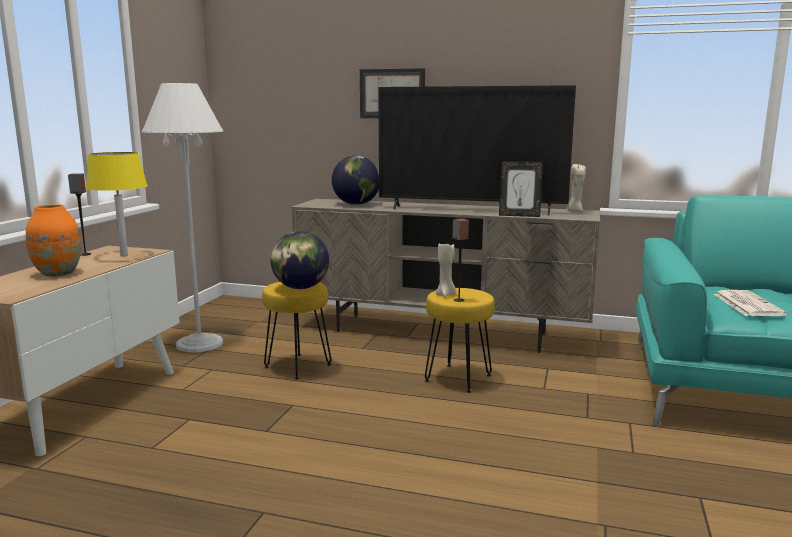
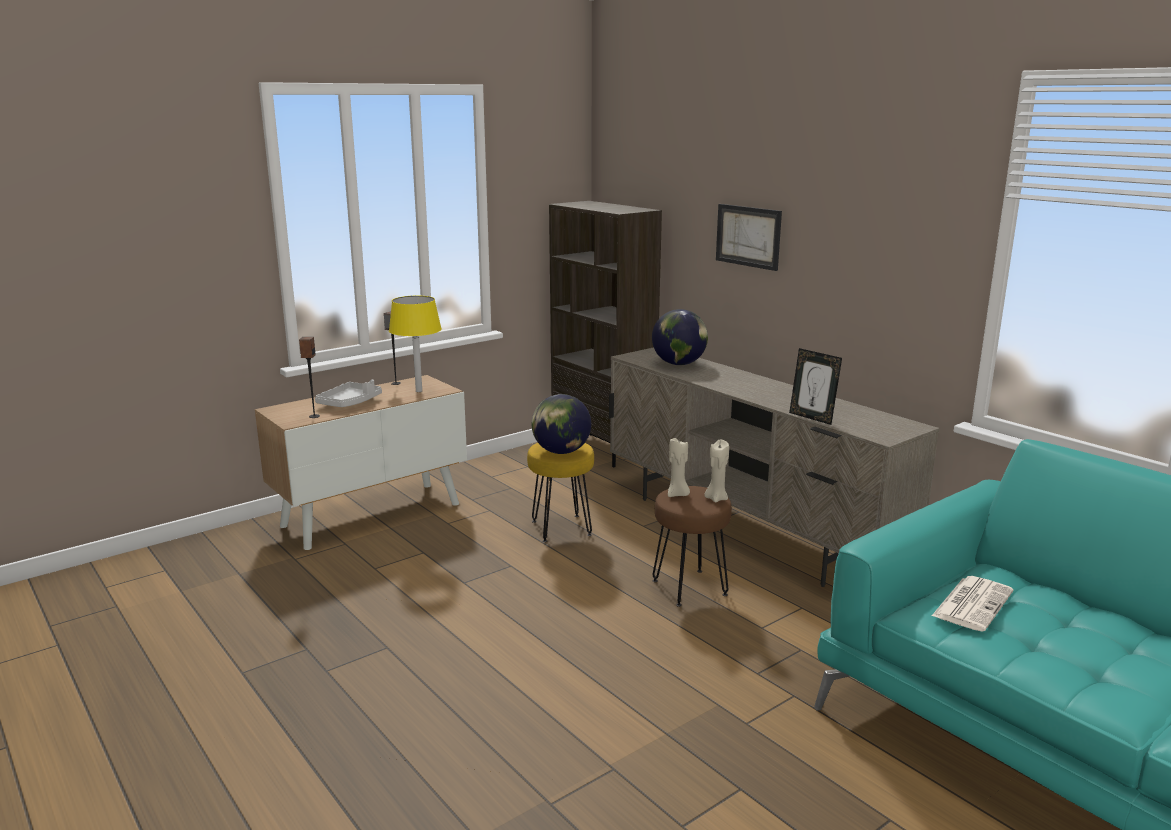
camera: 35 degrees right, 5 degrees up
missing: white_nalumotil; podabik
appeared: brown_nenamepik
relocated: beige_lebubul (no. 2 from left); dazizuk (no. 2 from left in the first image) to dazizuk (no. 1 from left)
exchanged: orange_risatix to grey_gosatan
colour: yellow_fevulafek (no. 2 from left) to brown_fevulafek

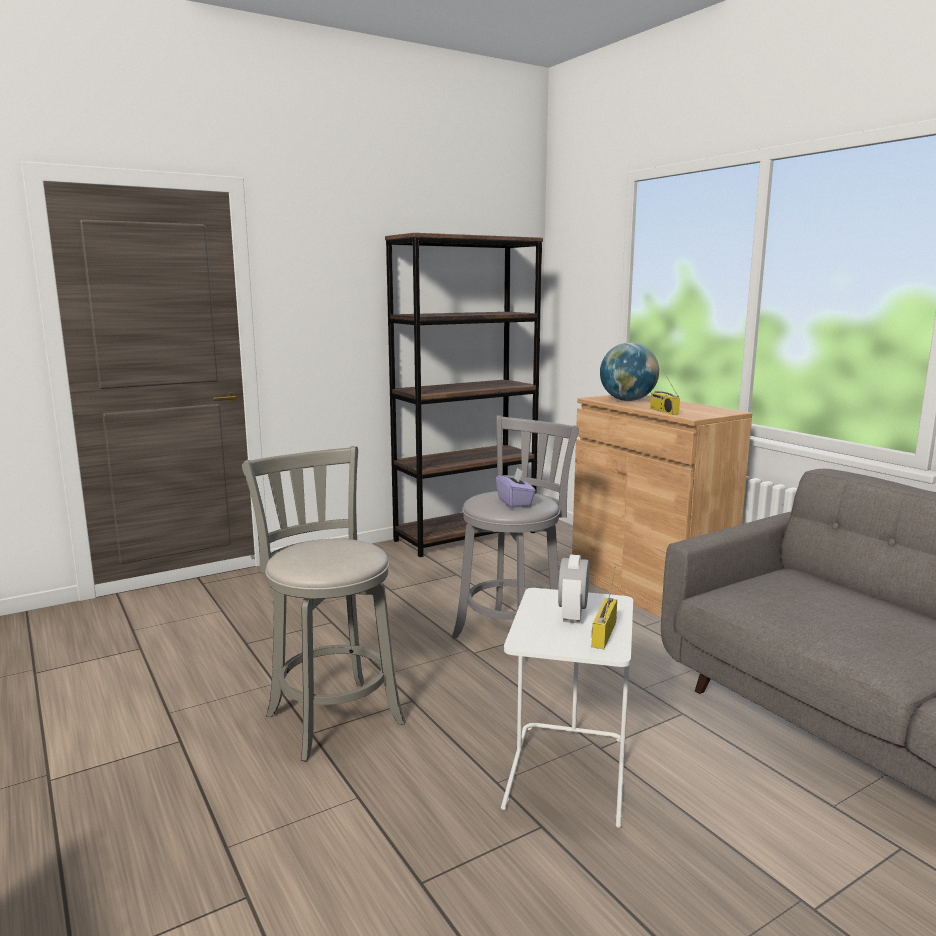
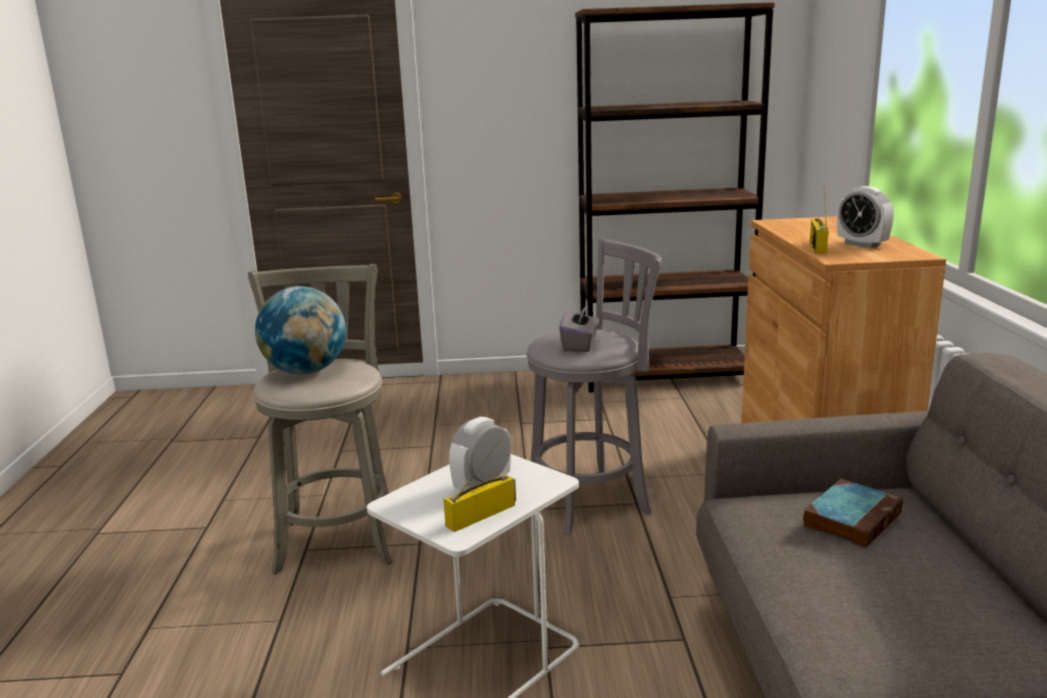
camera: 30 degrees right, 5 degrees up
appeared: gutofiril (no. 2 from left); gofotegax
relocated: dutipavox
colour: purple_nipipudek to grey_nipipudek

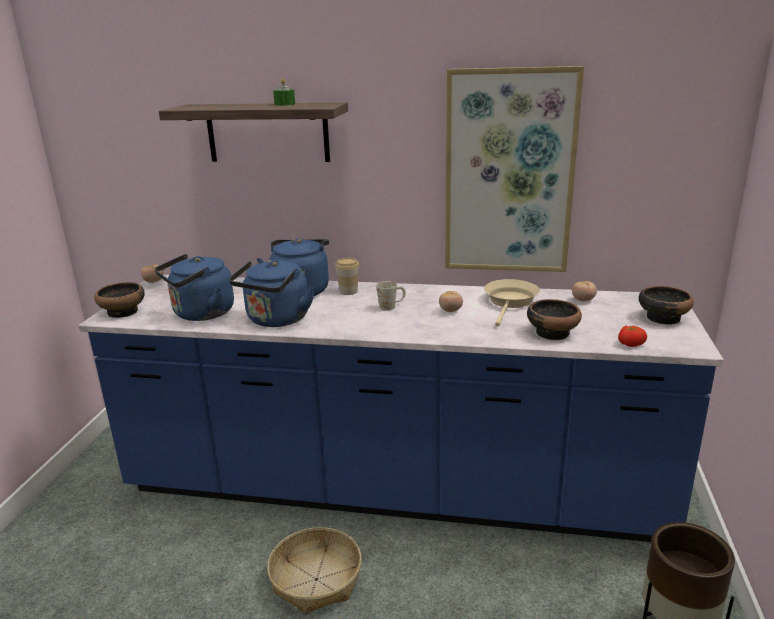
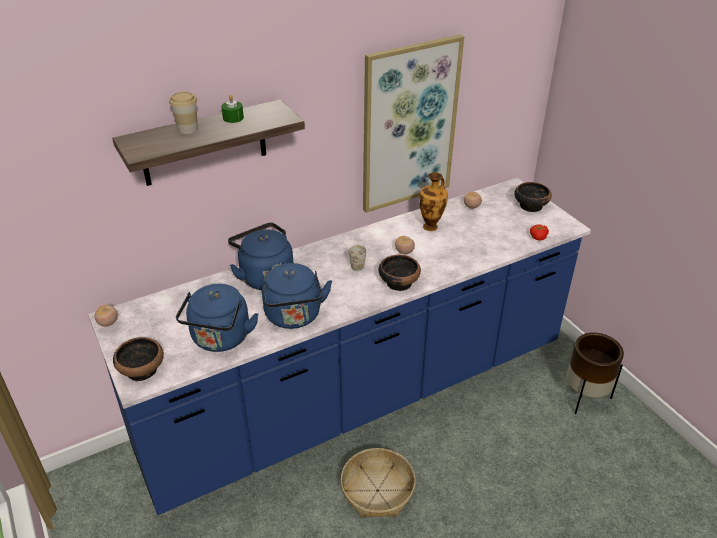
camera: 40 degrees left, 15 degrees up
relocated: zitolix; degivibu (no. 2 from left)
exchanged: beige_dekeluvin to risatix

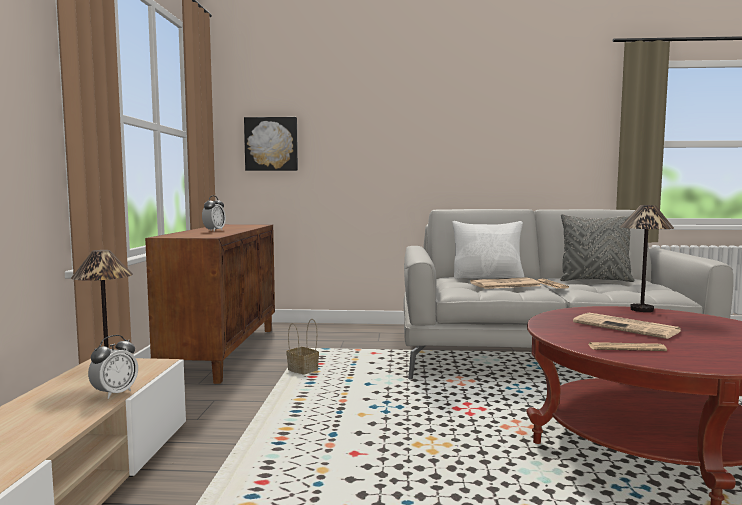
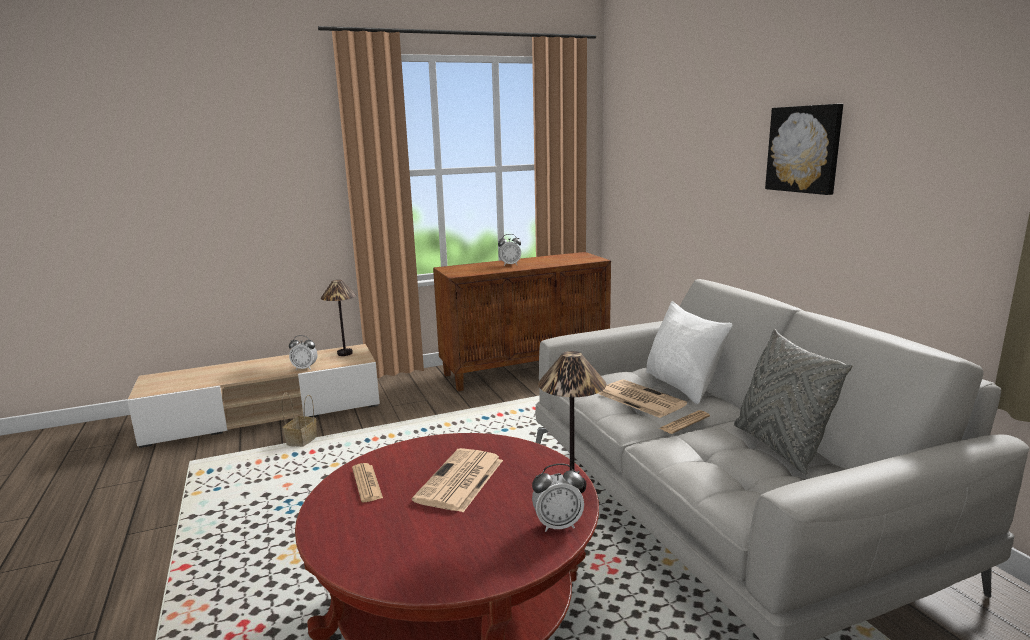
camera: 65 degrees right, 10 degrees up
appeared: gutofiril (no. 3 from left)
relocated: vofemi; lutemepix

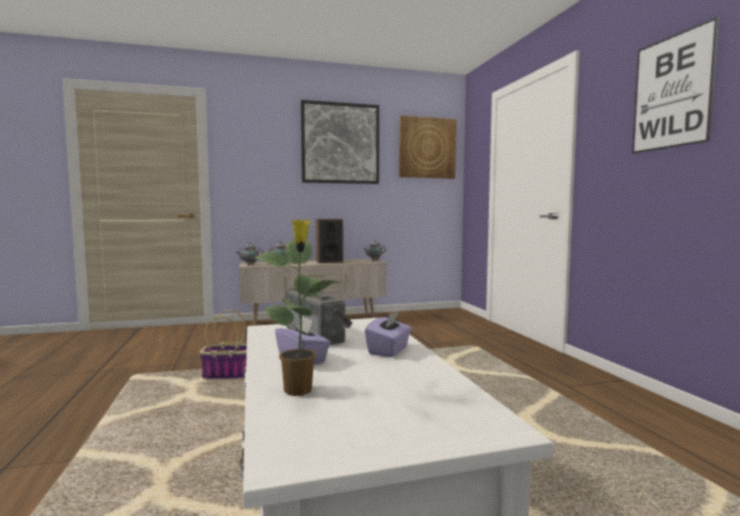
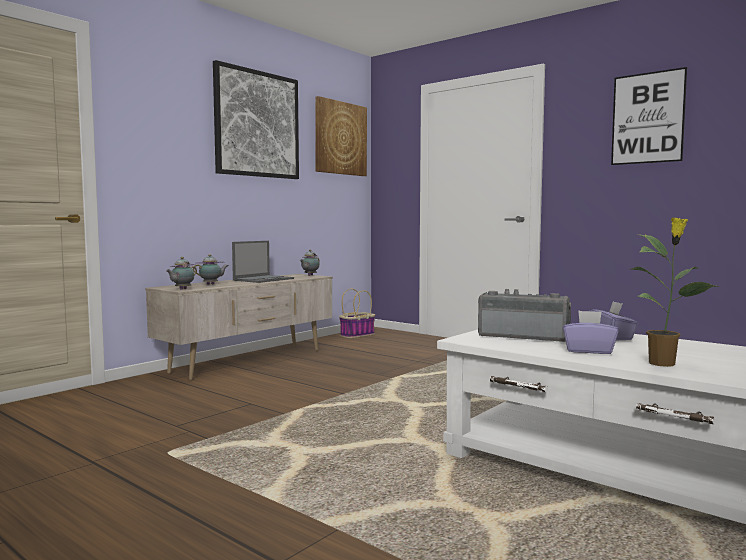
camera: 35 degrees left, 0 degrees up
relocated: lutemepix
exchanged: dazizuk to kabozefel

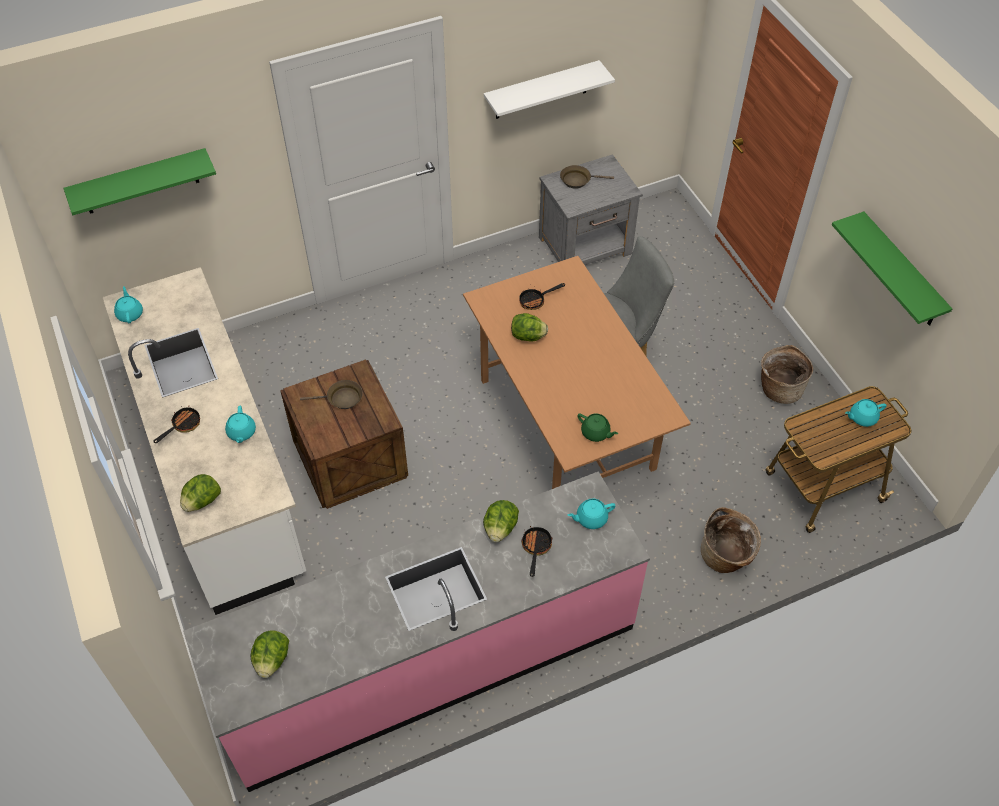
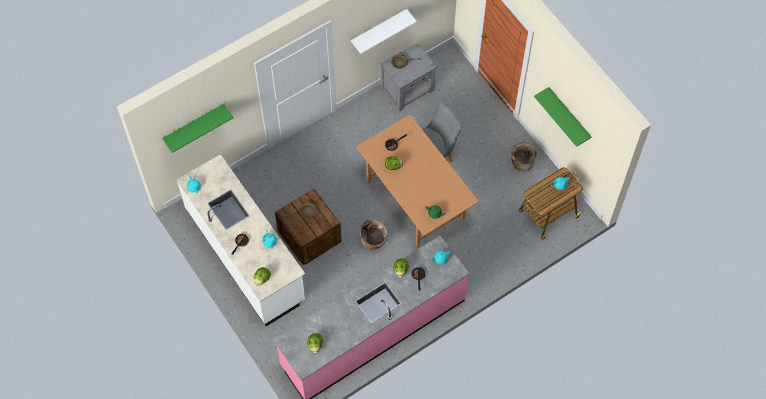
camera: 10 degrees left, 10 degrees up
relocated: lutemepix (no. 1 from left)

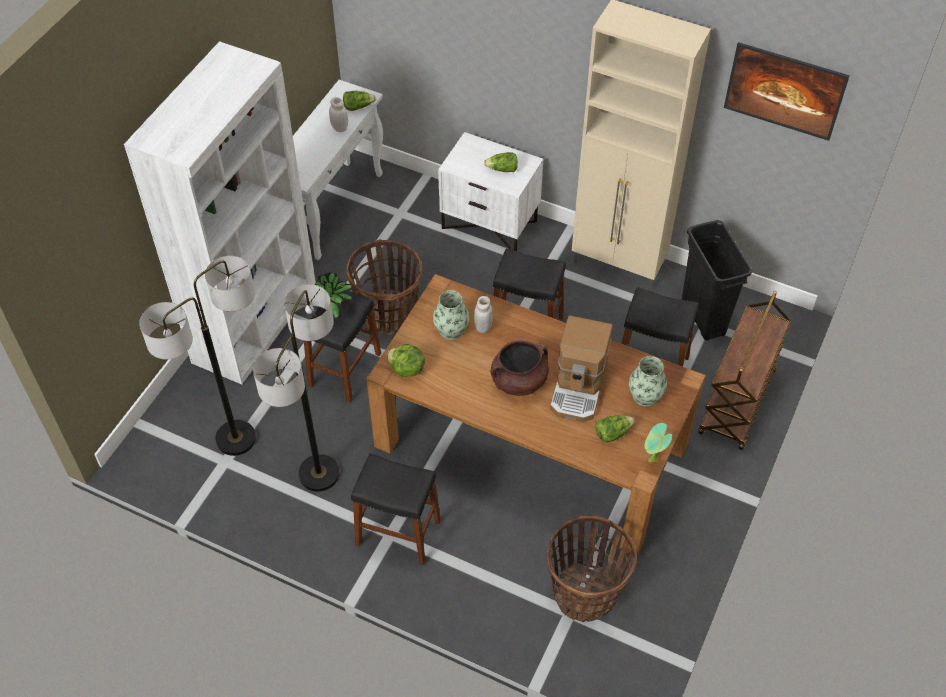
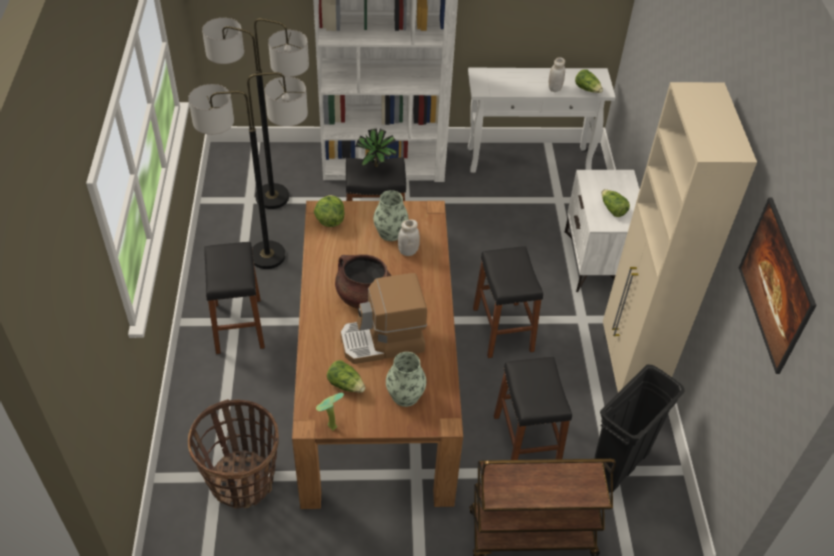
camera: 60 degrees right, 5 degrees down
missing: lutemepix (no. 1 from left)

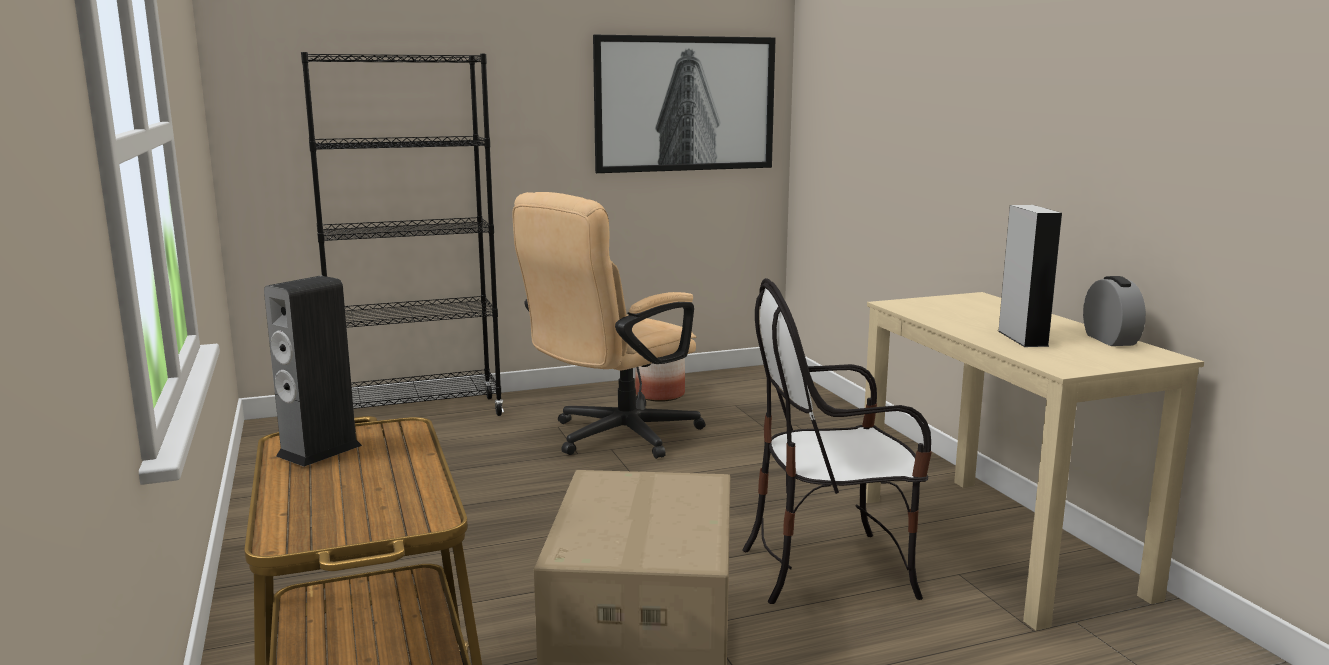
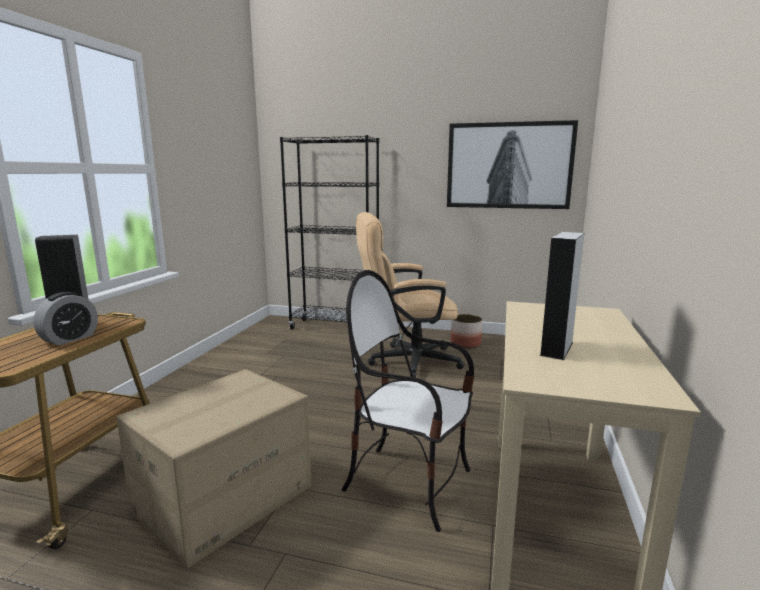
camera: 35 degrees right, 0 degrees up
relocated: gutofiril

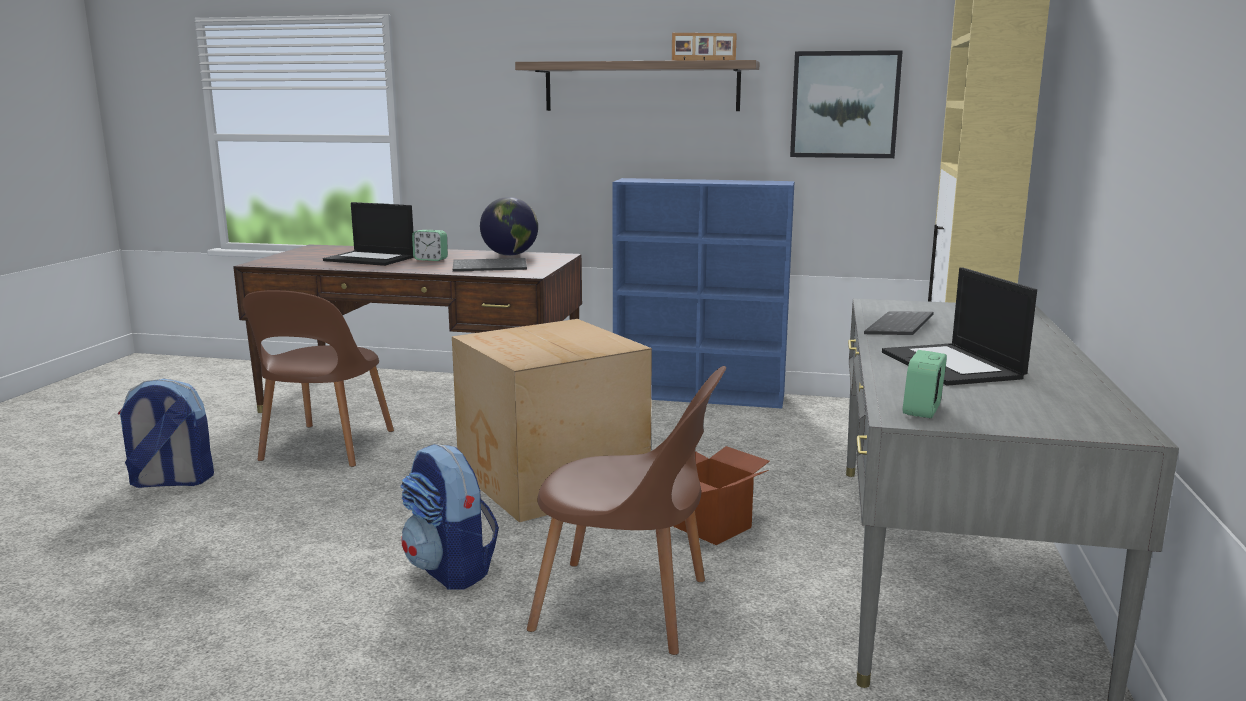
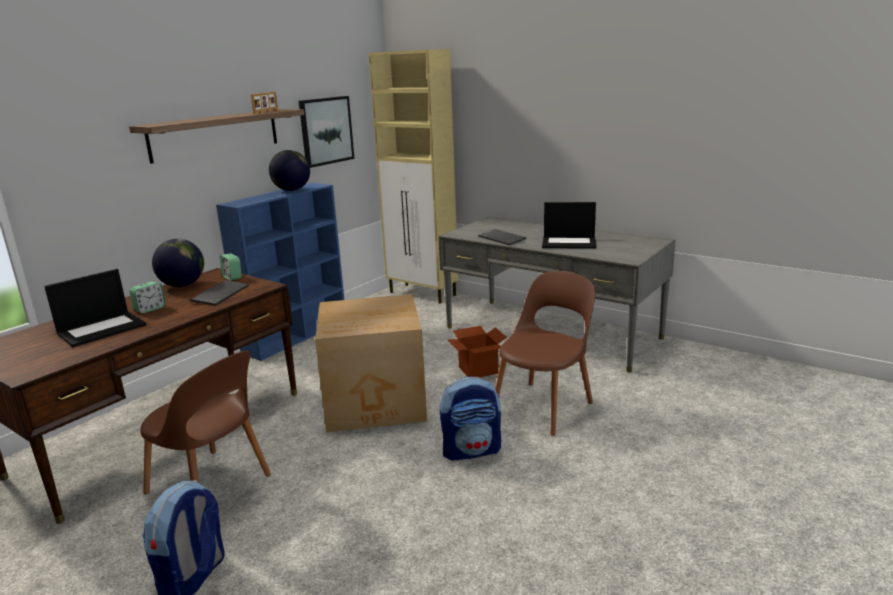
camera: 65 degrees left, 5 degrees up
appeared: dutipavox (no. 2 from left)
relocated: gutofiril (no. 2 from left)

